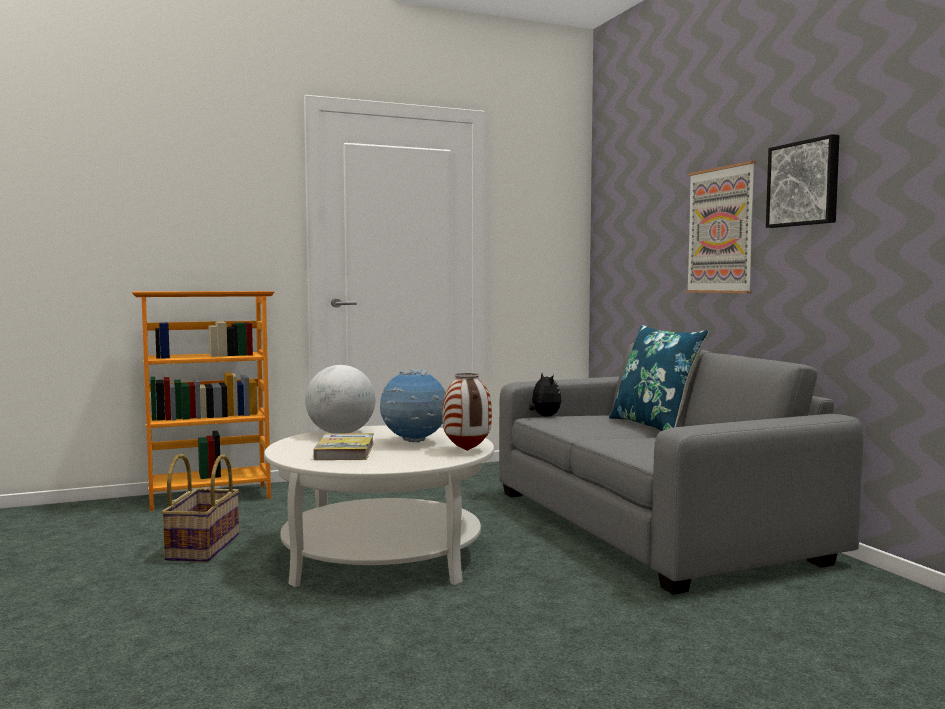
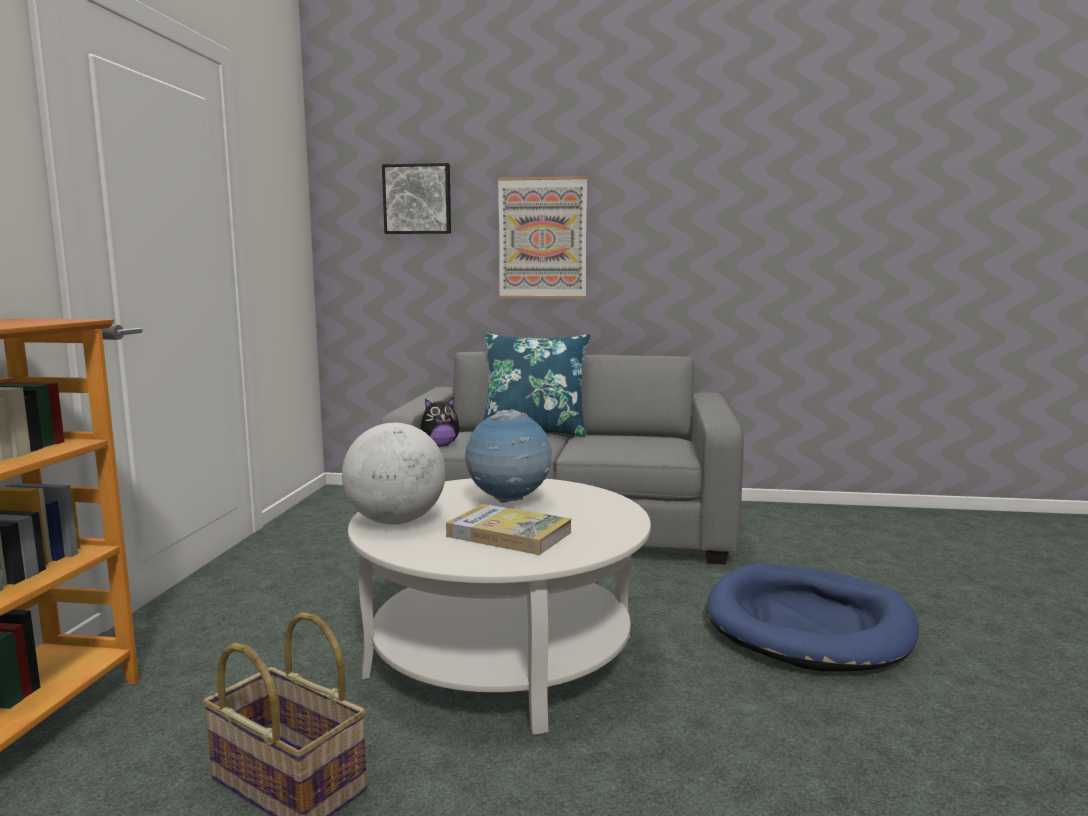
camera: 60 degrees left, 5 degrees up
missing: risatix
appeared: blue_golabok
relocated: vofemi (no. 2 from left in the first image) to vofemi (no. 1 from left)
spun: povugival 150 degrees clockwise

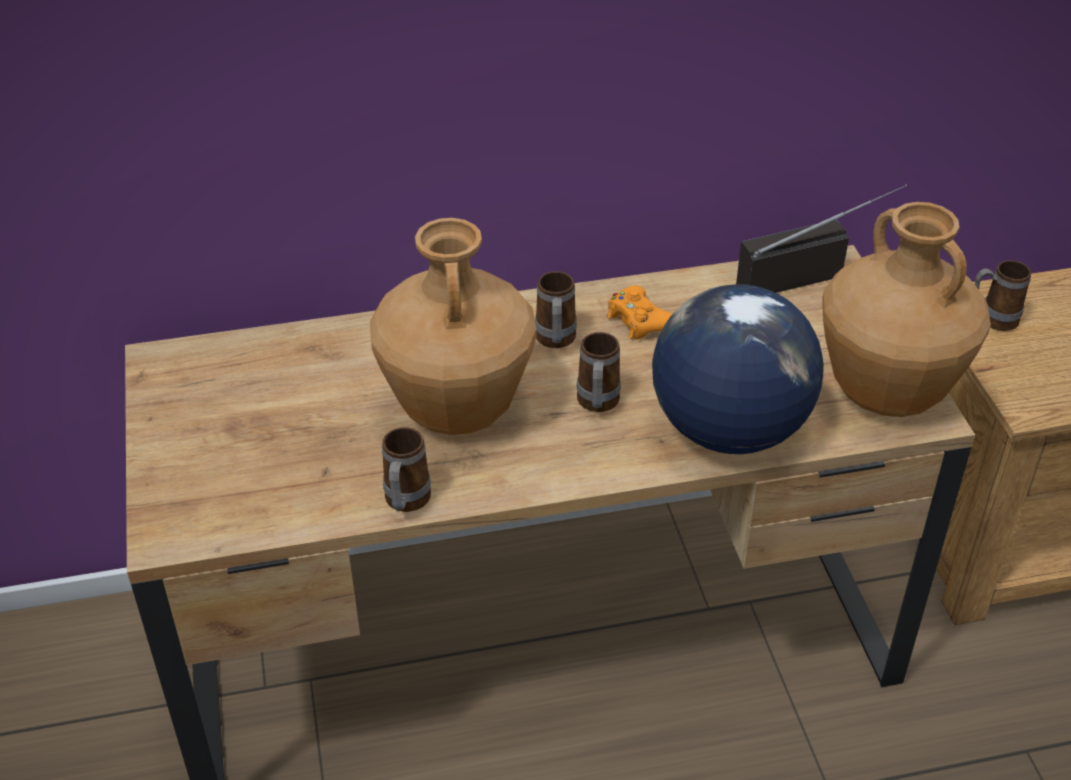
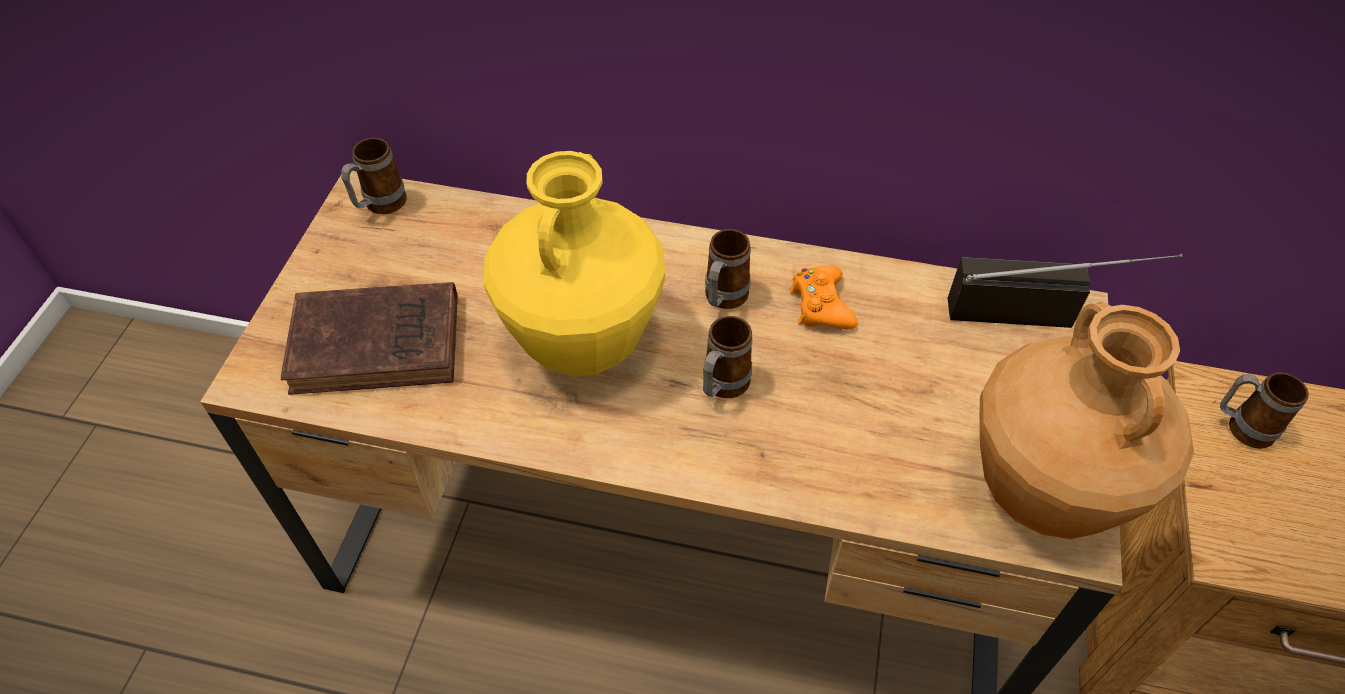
camera: 25 degrees right, 10 degrees up
missing: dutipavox
appeared: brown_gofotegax
relocated: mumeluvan (no. 1 from left)
colour: brown_risatix (no. 1 from left) to yellow_risatix

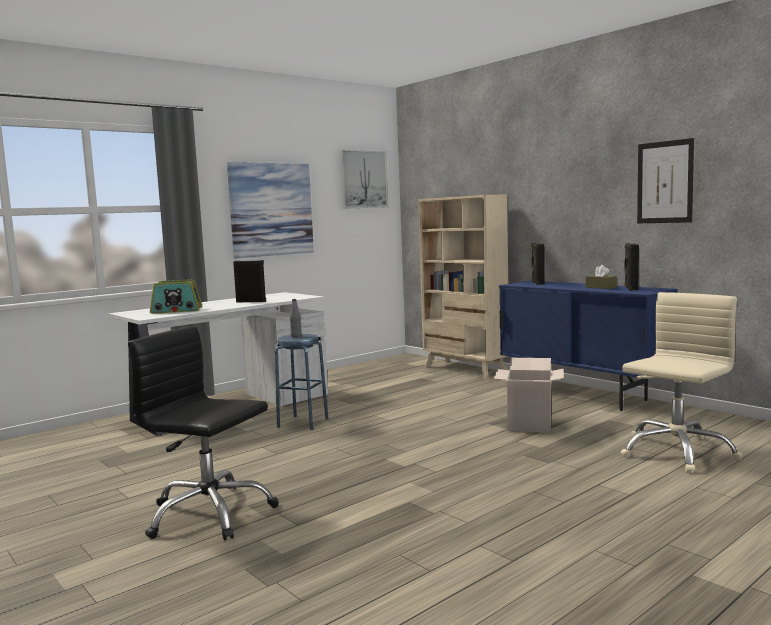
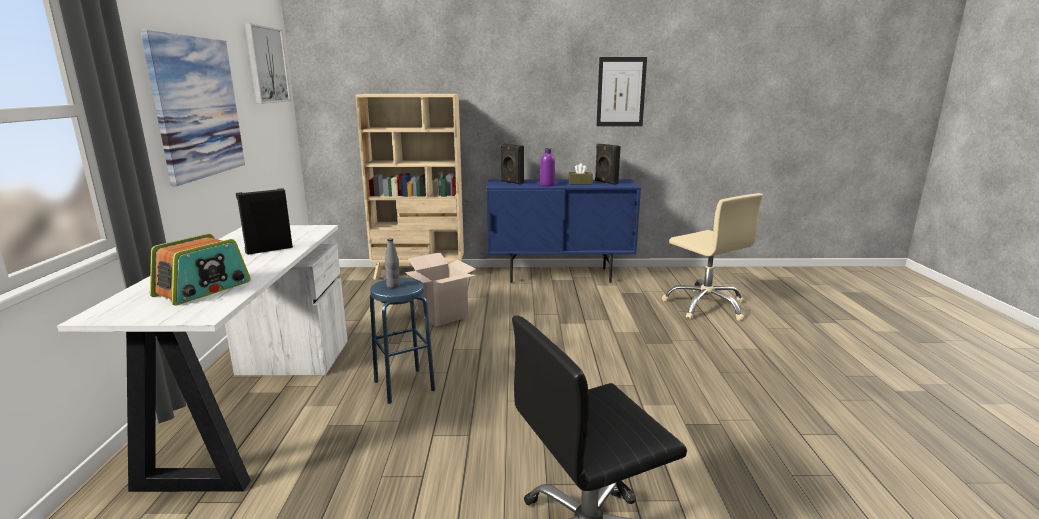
camera: 50 degrees left, 10 degrees up
appeared: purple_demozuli
relocated: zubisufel
spun: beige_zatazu 150 degrees clockwise

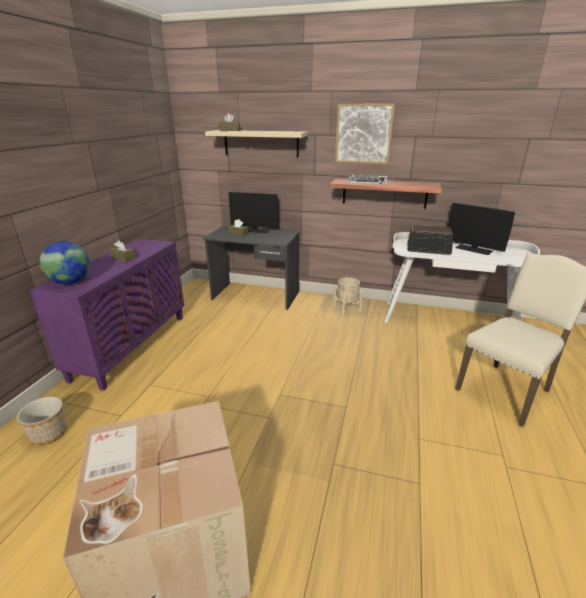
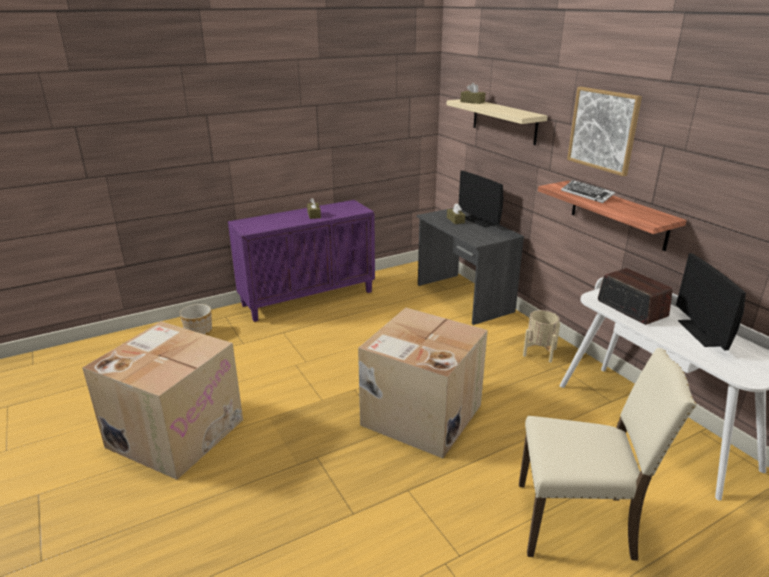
camera: 45 degrees right, 0 degrees up
missing: dutipavox
appeared: zubisufel (no. 2 from left)

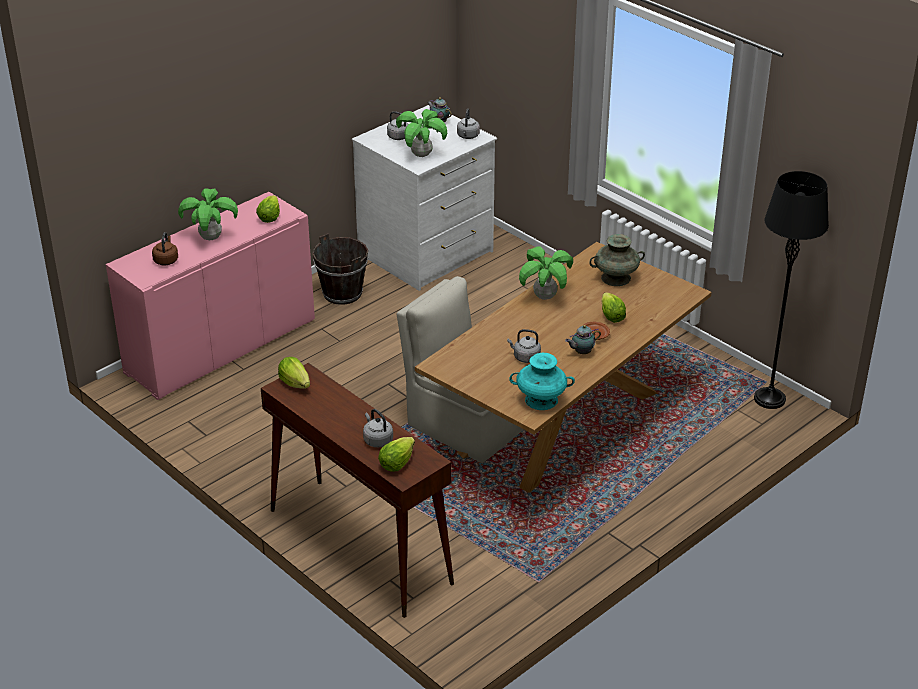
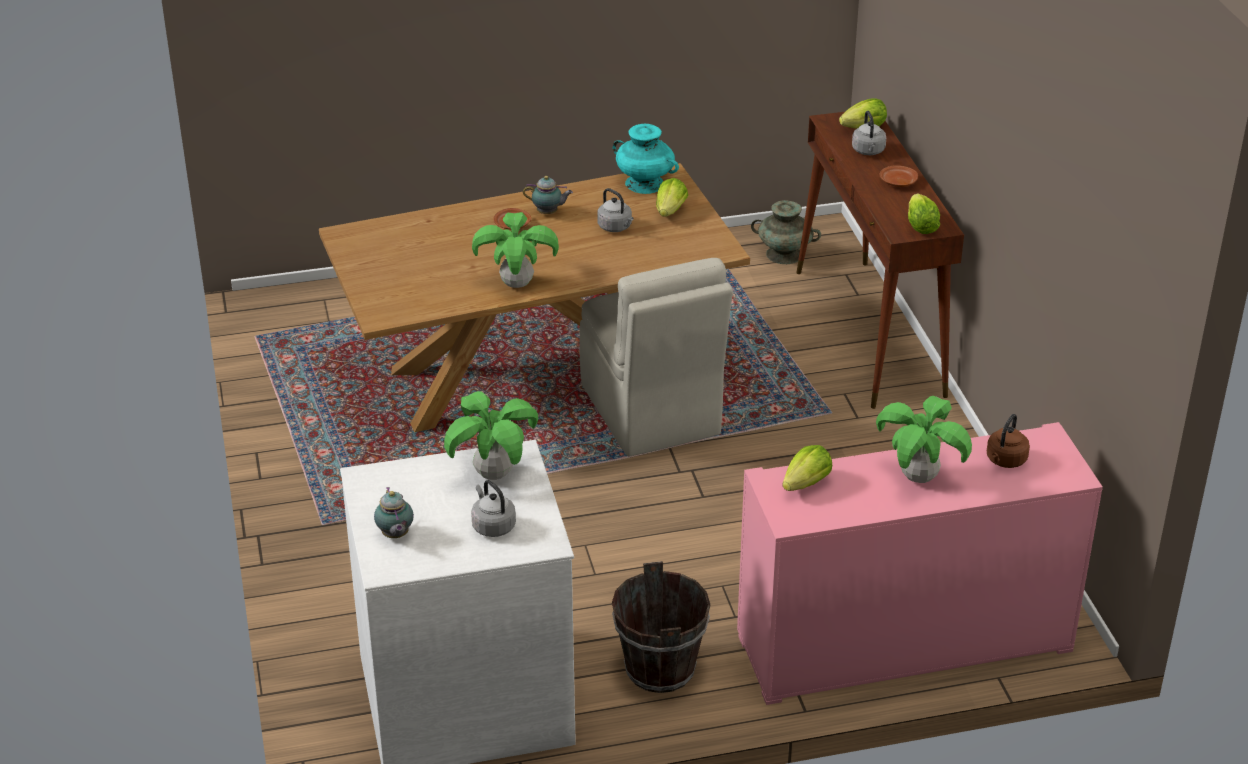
camera: 150 degrees left, 0 degrees up
missing: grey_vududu (no. 3 from left); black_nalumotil
appeared: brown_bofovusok (no. 2 from left)
relocated: turquoise_risatix (no. 2 from left); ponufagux (no. 4 from left in the first image) to ponufagux (no. 1 from left)

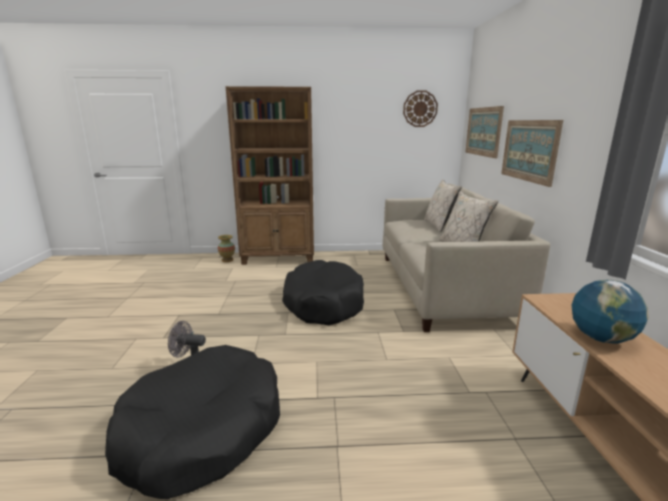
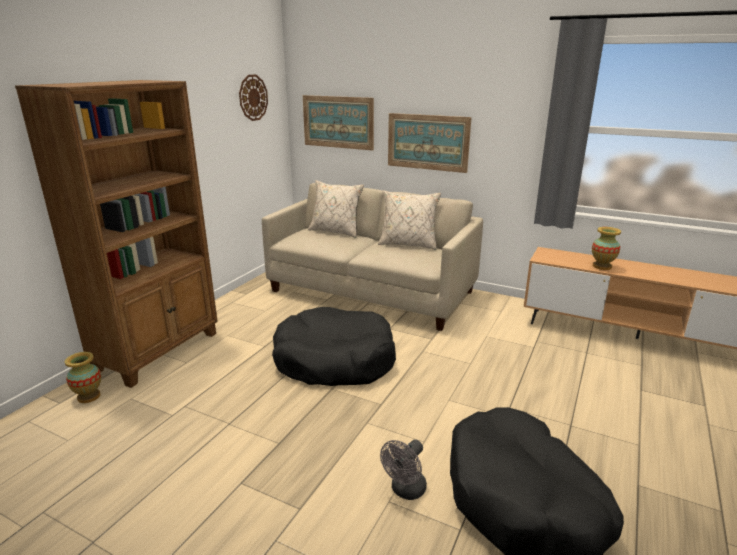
camera: 60 degrees left, 5 degrees up
exchanged: dutipavox to risatix (no. 2 from left)

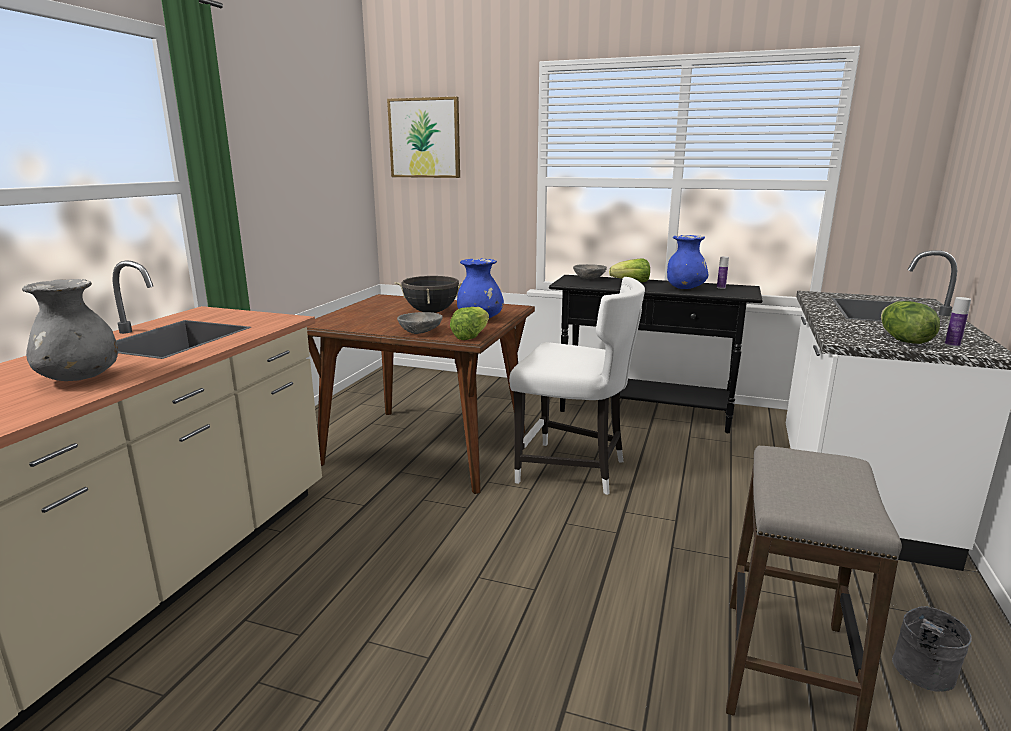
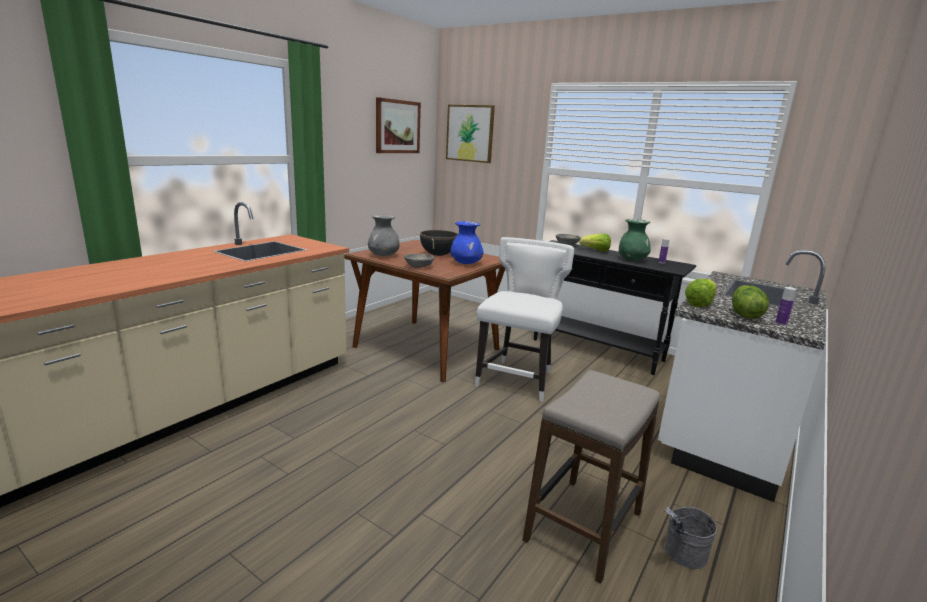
camera: 15 degrees right, 0 degrees up
appeared: vofemi (no. 1 from left)
relocated: grey_risatix; ponufagux (no. 1 from left in the first image) to ponufagux (no. 2 from left)
colour: blue_risatix (no. 2 from left) to green_risatix
spun: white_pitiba 105 degrees counterclockwise

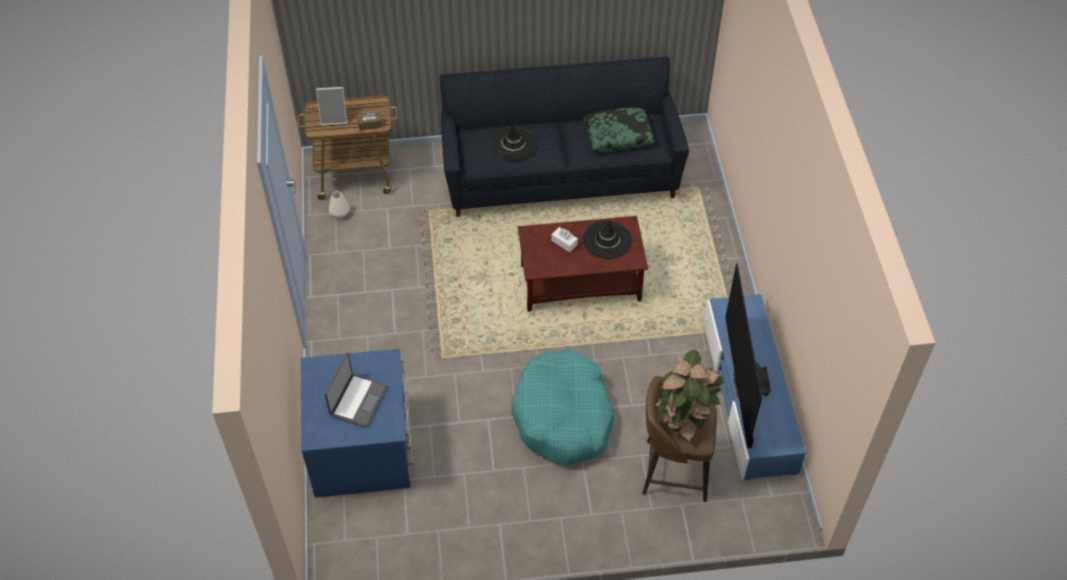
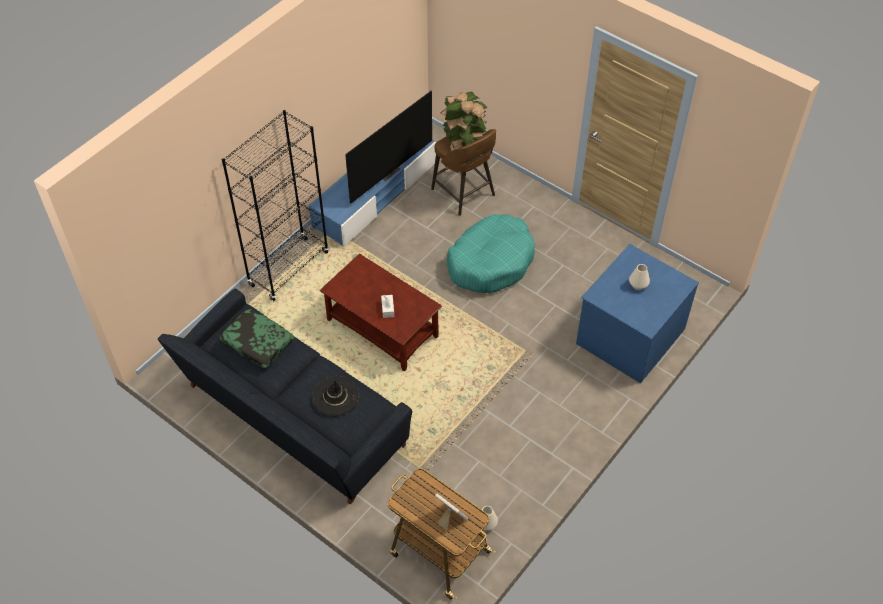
camera: 135 degrees left, 0 degrees up
missing: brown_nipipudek; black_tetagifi (no. 2 from left)
appeared: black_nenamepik
exchanged: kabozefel to white_risatix (no. 2 from left)

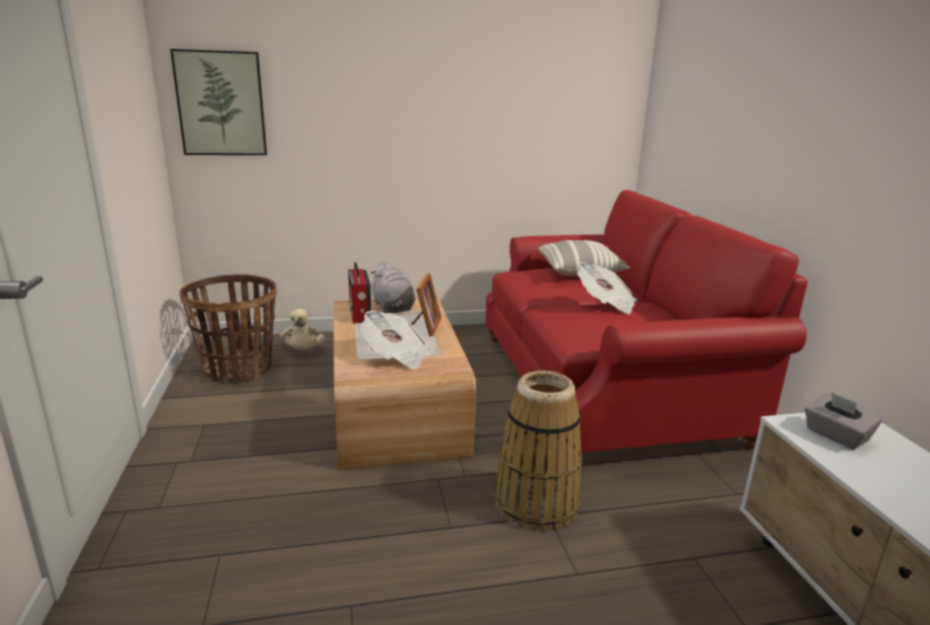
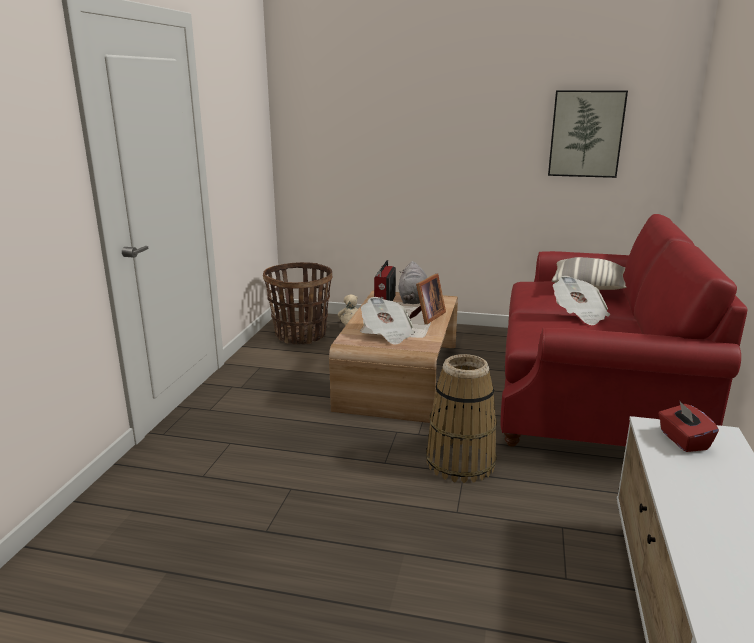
camera: 25 degrees right, 0 degrees up
relocated: vofemi
colour: grey_nipipudek to red_nipipudek

